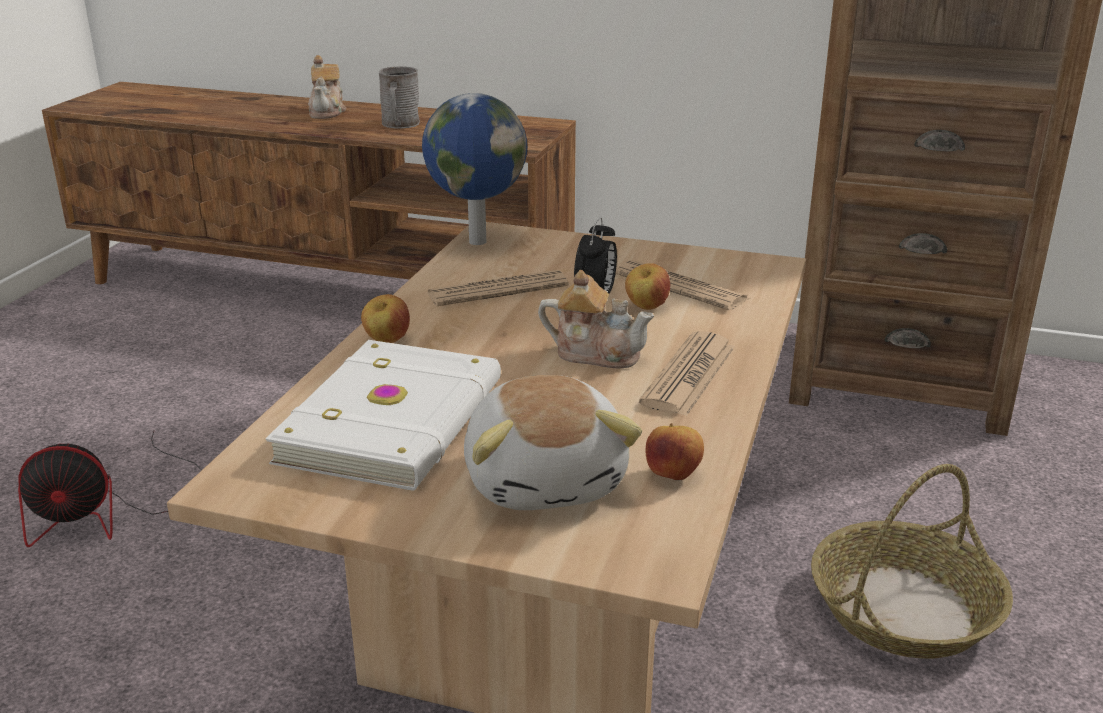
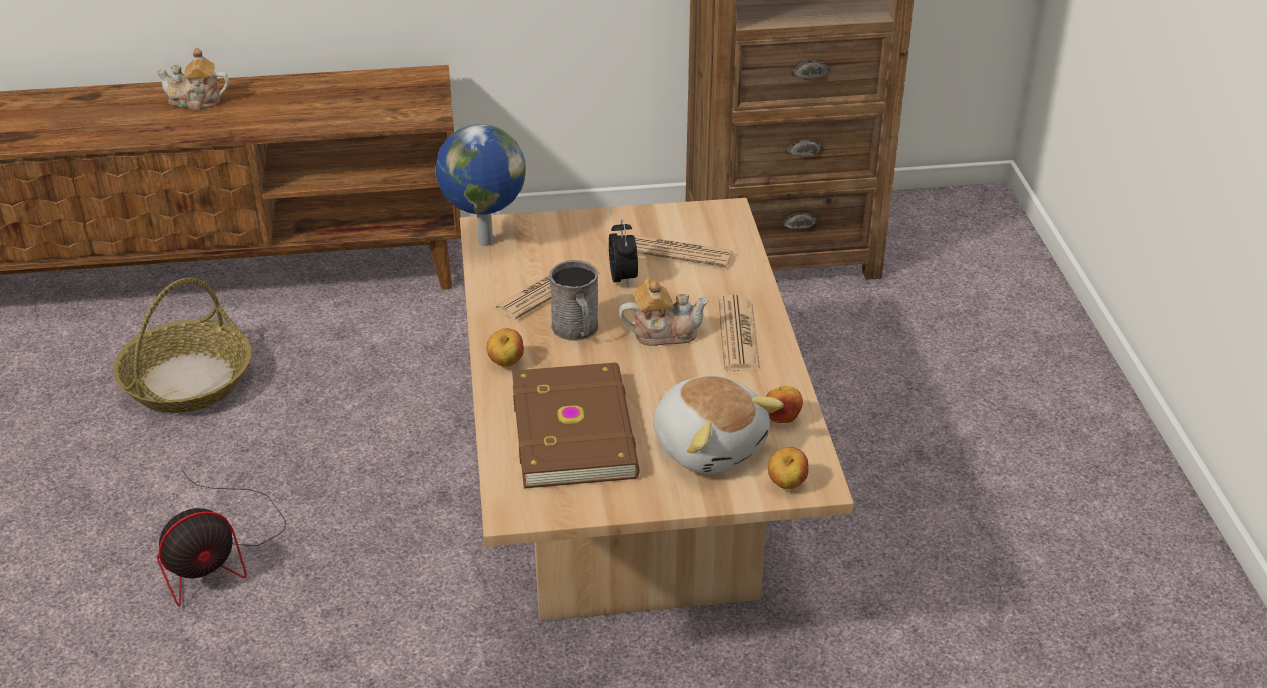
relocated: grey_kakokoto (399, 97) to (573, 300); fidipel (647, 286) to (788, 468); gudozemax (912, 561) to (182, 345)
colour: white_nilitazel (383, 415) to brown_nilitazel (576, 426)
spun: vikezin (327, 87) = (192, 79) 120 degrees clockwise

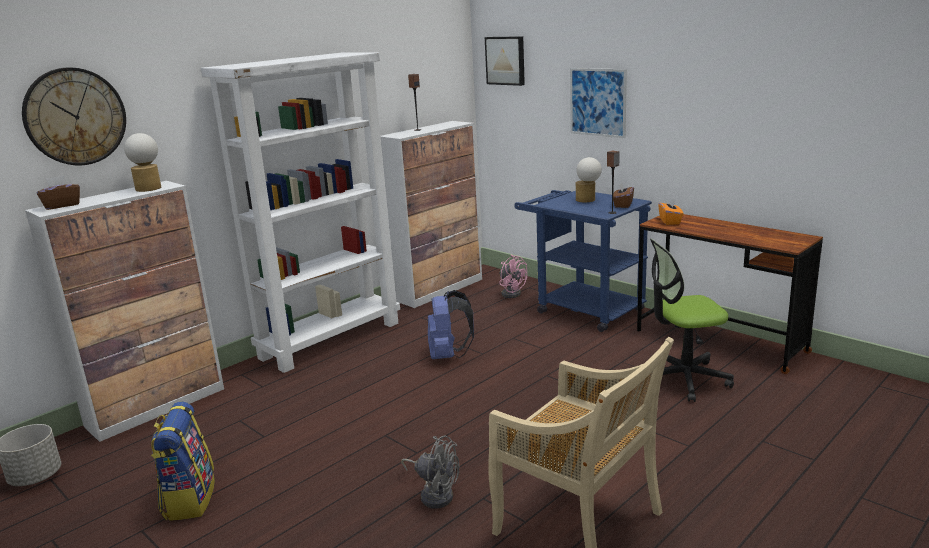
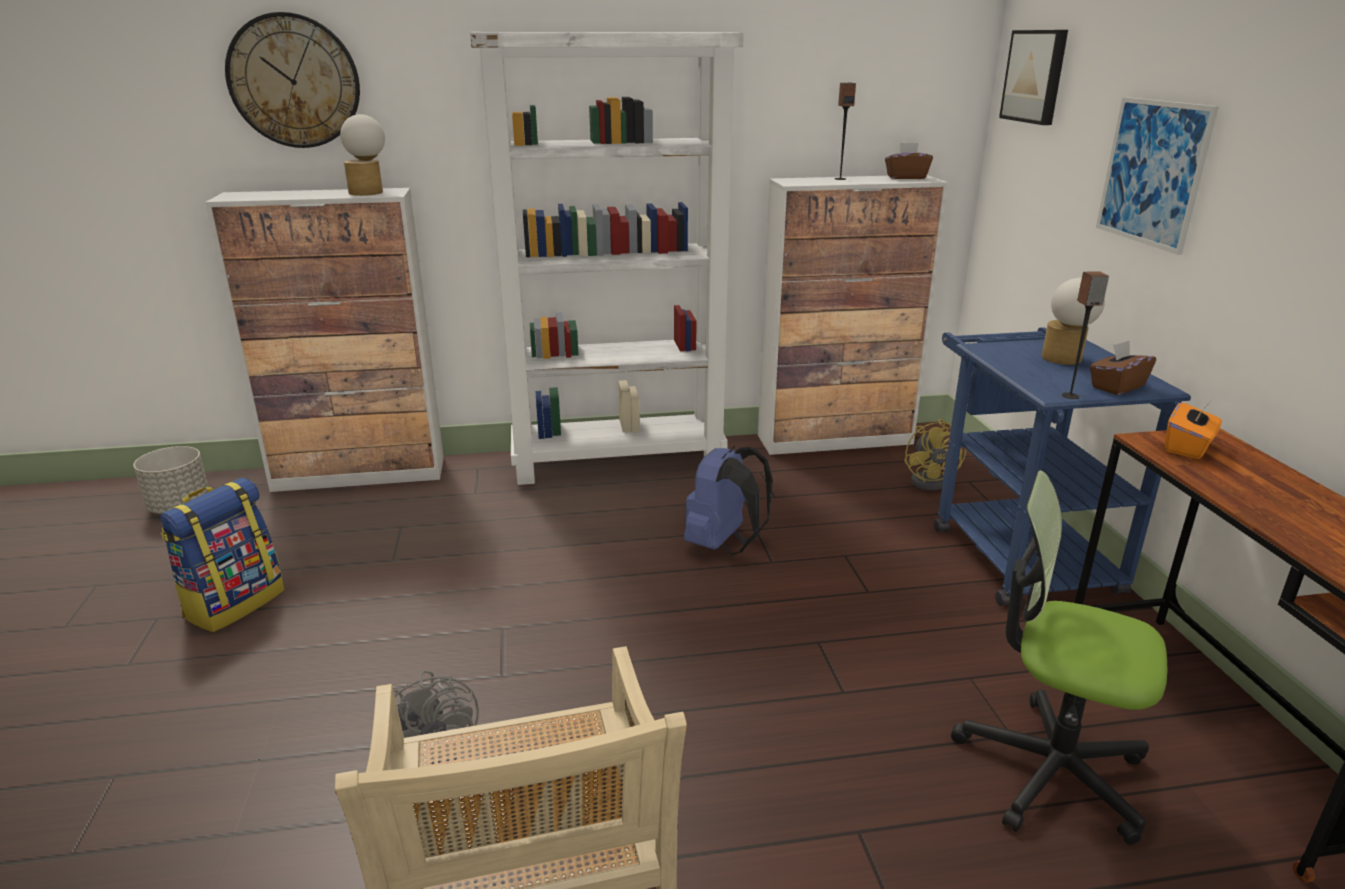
relocated: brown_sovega (58, 193) to (909, 161)
colour: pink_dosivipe (513, 276) to yellow_dosivipe (935, 454)

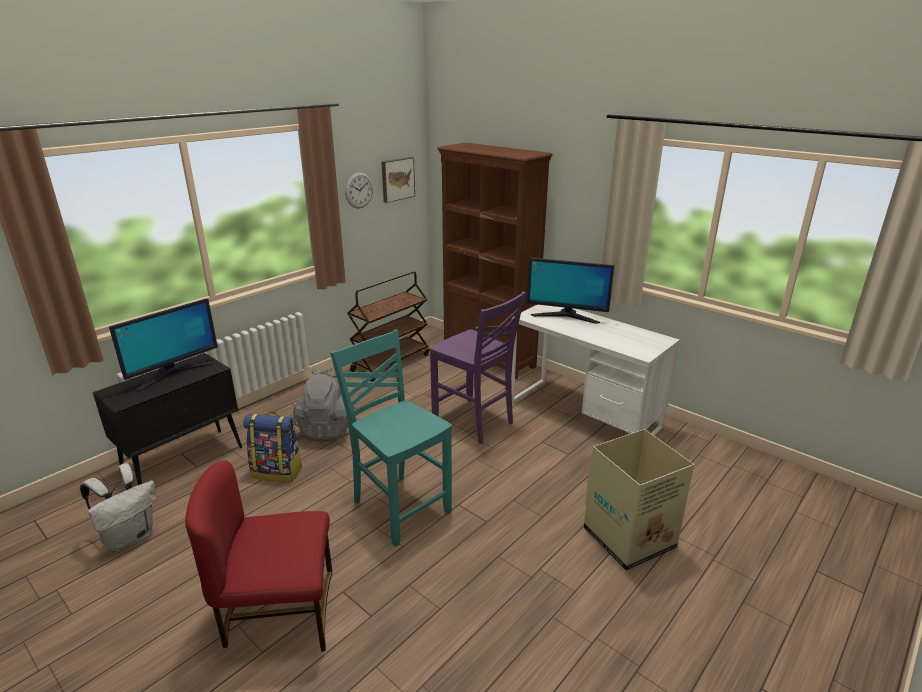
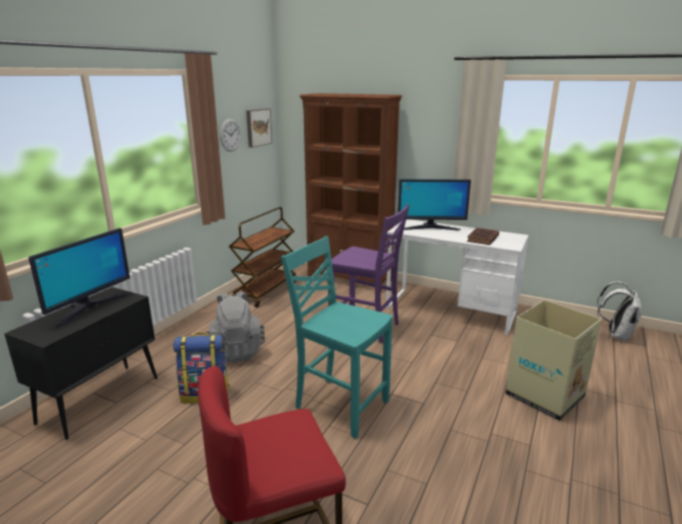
appeared: brown_nilitazel (483, 236)
relocated: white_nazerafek (118, 507) to (619, 311)

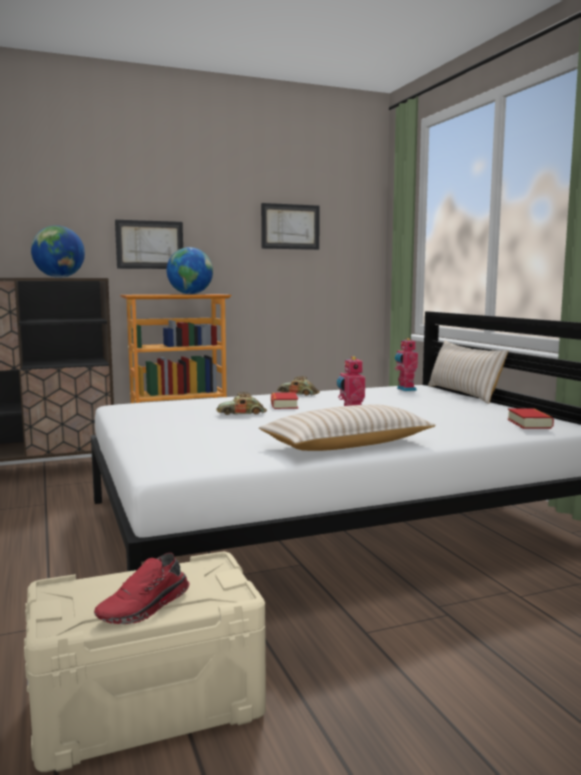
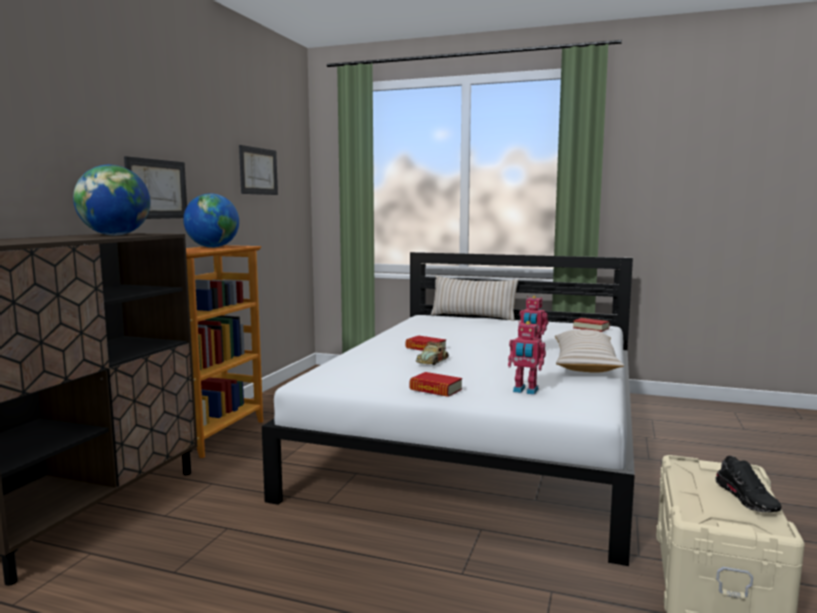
missing: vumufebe (298, 386)
appeared: nilitazel (435, 384)
relocated: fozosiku (406, 364) to (527, 358)
colour: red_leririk (142, 588) to black_leririk (748, 484)

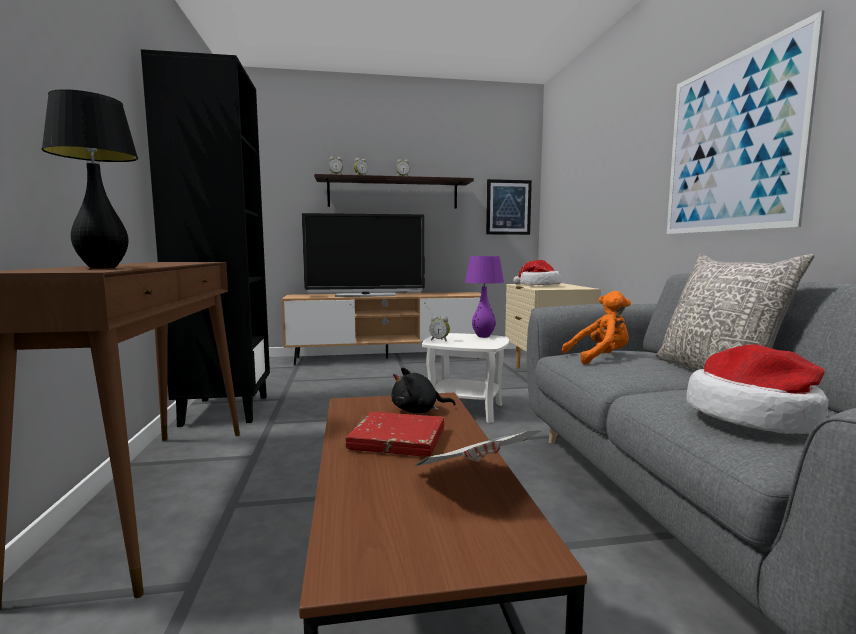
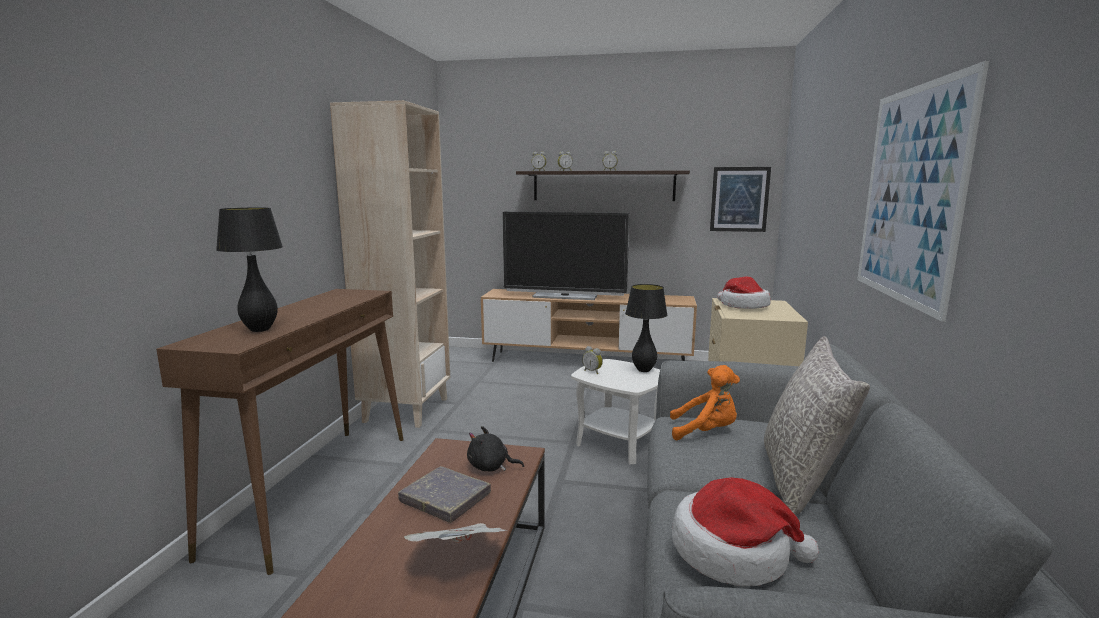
colour: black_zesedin (205, 238) to beige_zesedin (390, 264); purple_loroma (484, 297) to black_loroma (646, 328); red_nilitazel (395, 434) to grey_nilitazel (444, 494)

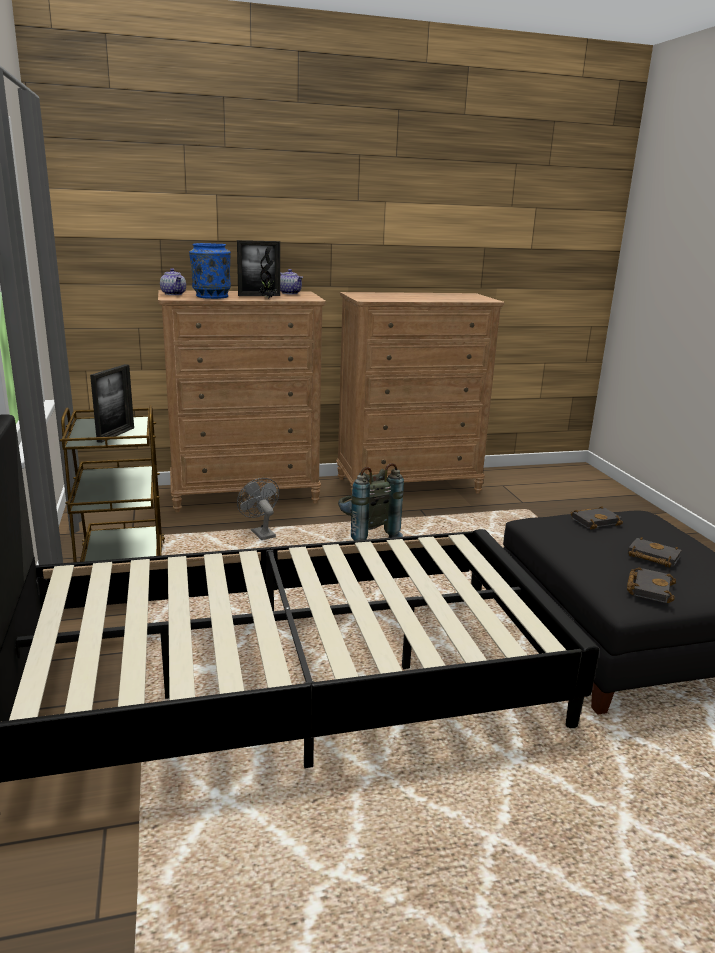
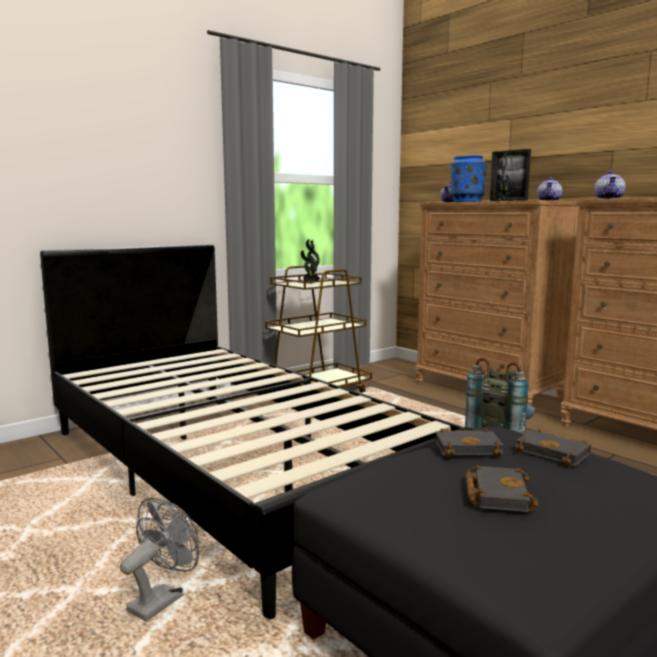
appeared: vikezin (610, 185)
relocated: grey_dosivipe (258, 509) to (159, 559); black_nilitazel (651, 585) to (469, 442)
exchanged: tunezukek (112, 403) to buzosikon (310, 261)

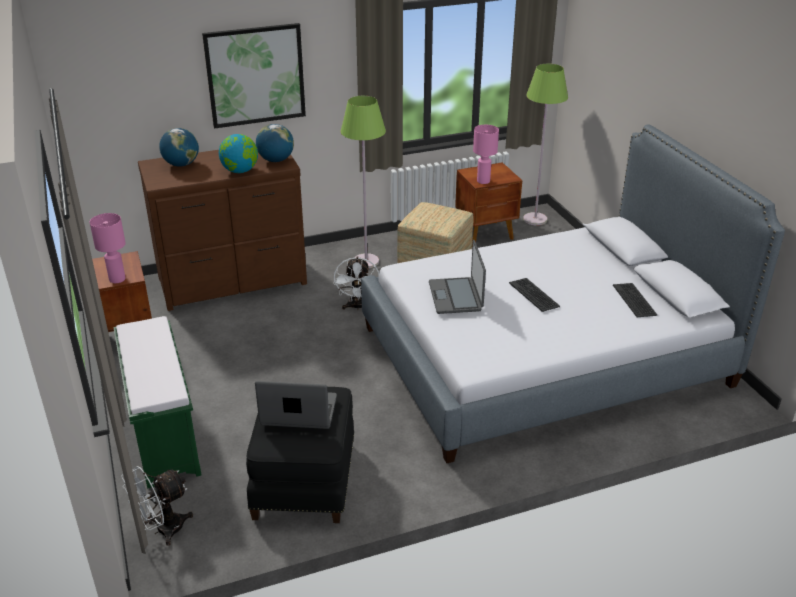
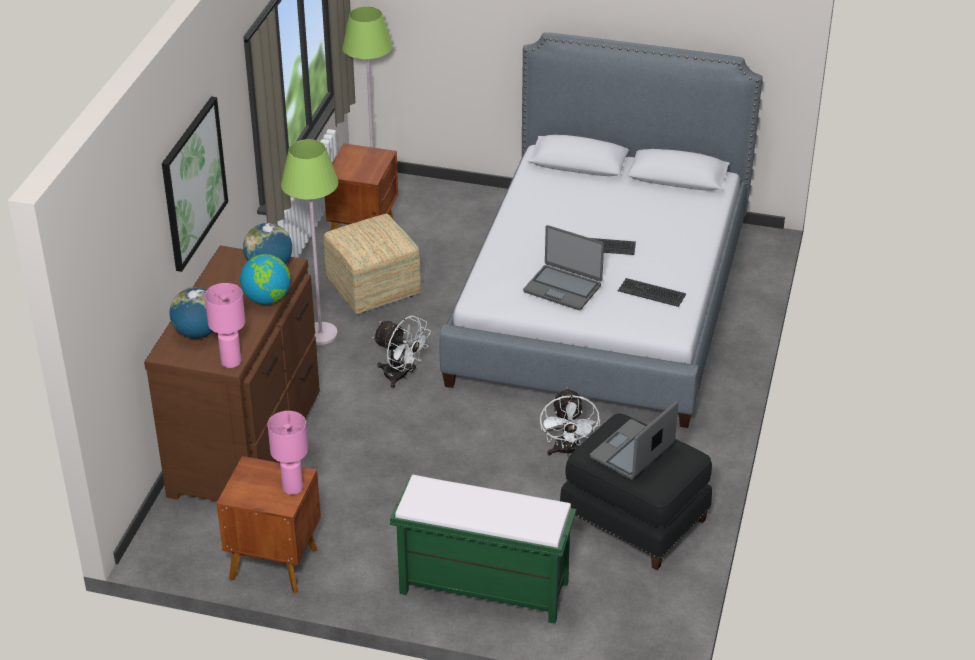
relocated: pink_loroma (486, 154) to (224, 325); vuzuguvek (635, 300) to (652, 292); white_dosivipe (157, 506) to (570, 422)

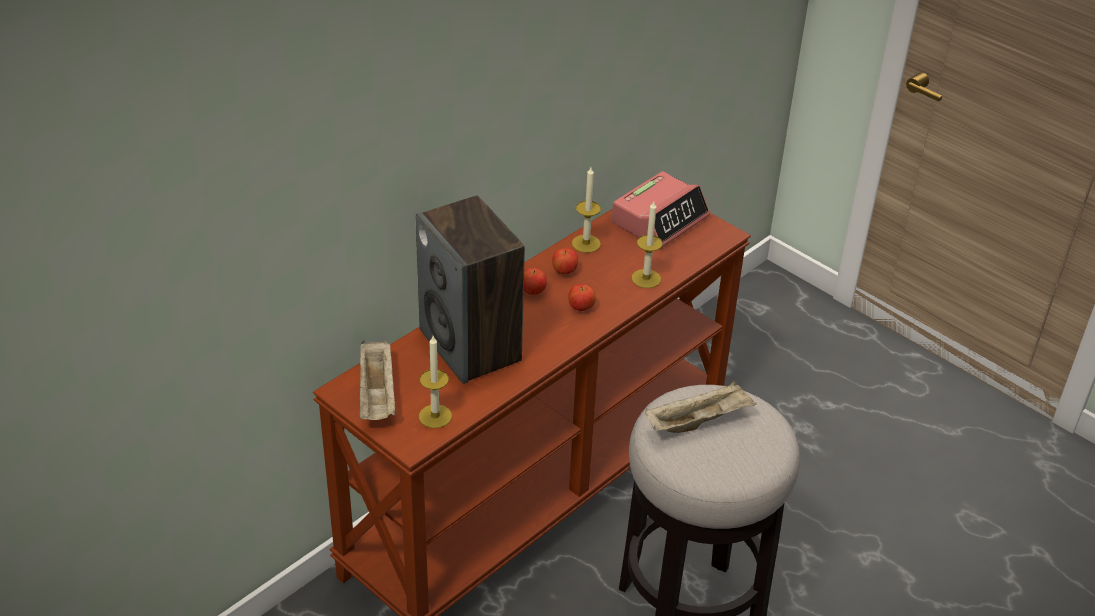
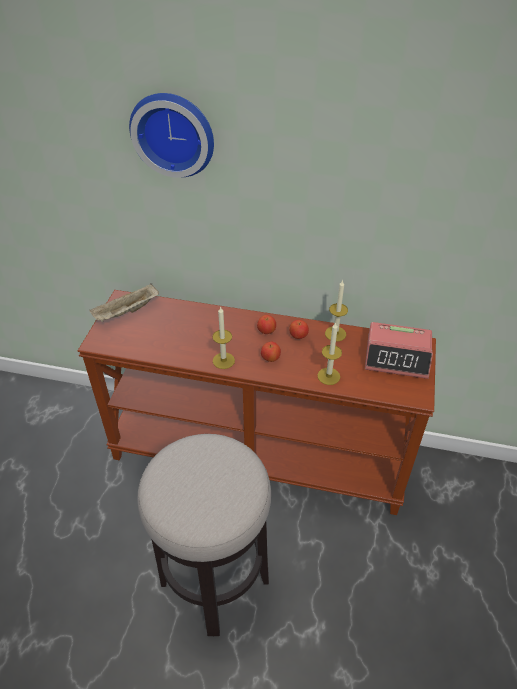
missing: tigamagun (470, 289); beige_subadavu (701, 407)
appeared: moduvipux (171, 135)
relocated: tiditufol (435, 382) to (223, 337)

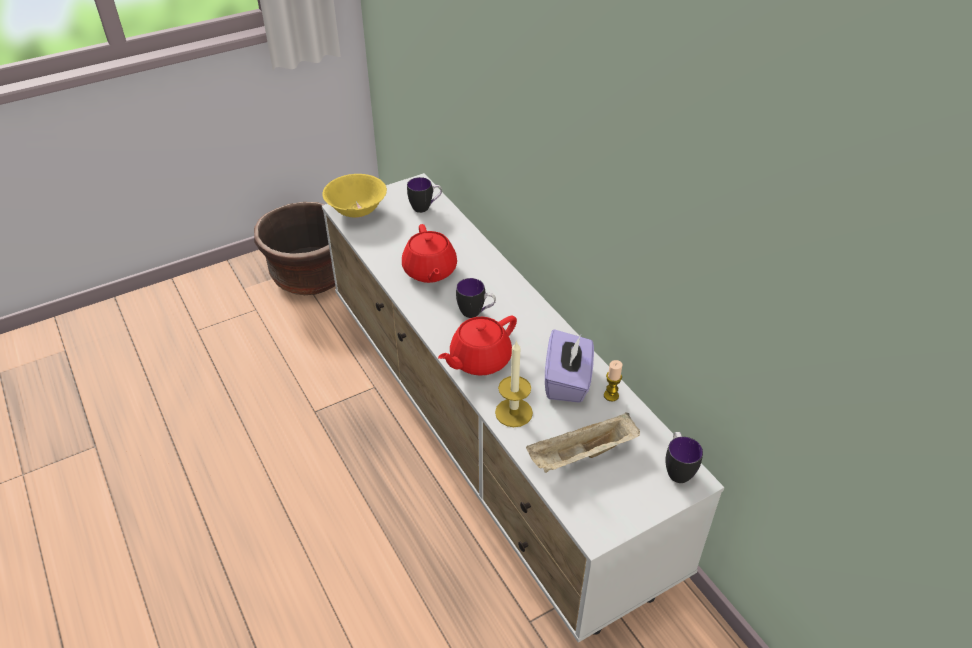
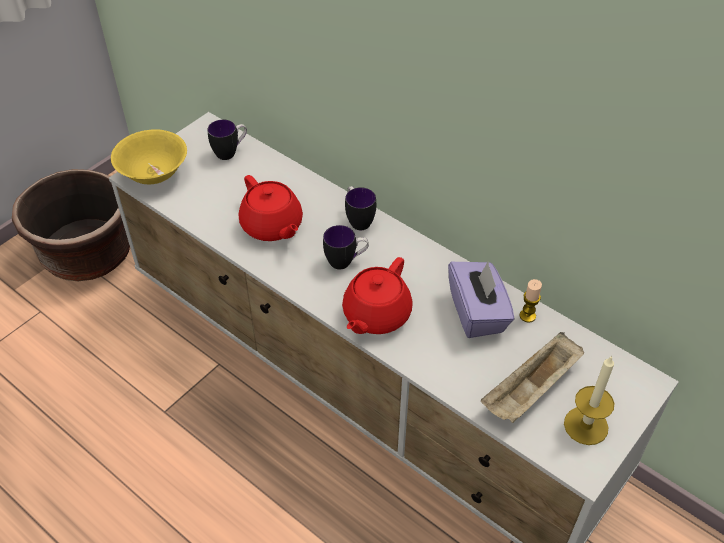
relocated: tiditufol (514, 383) to (589, 400); kakokoto (684, 457) to (360, 208)

